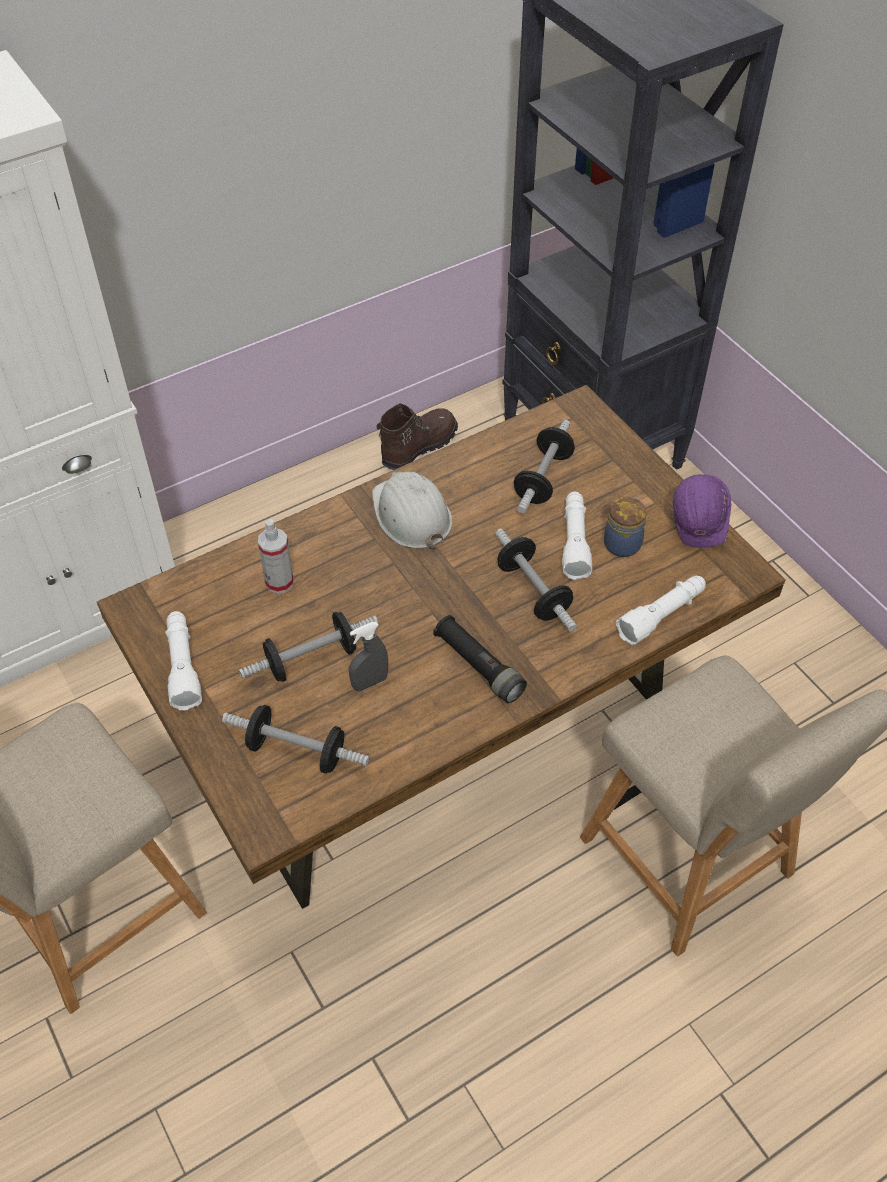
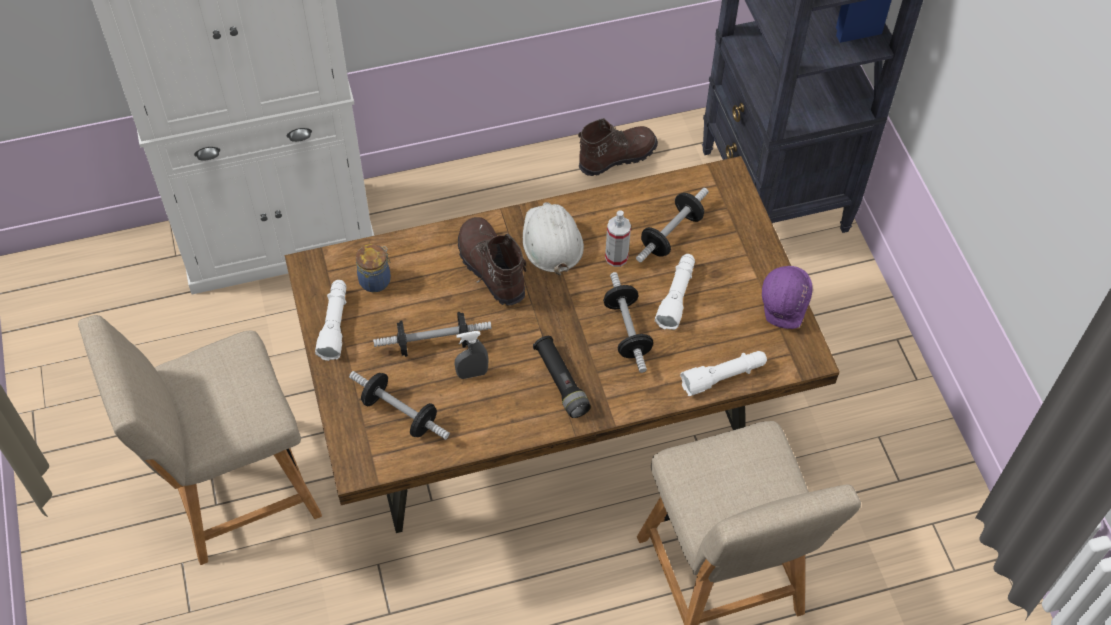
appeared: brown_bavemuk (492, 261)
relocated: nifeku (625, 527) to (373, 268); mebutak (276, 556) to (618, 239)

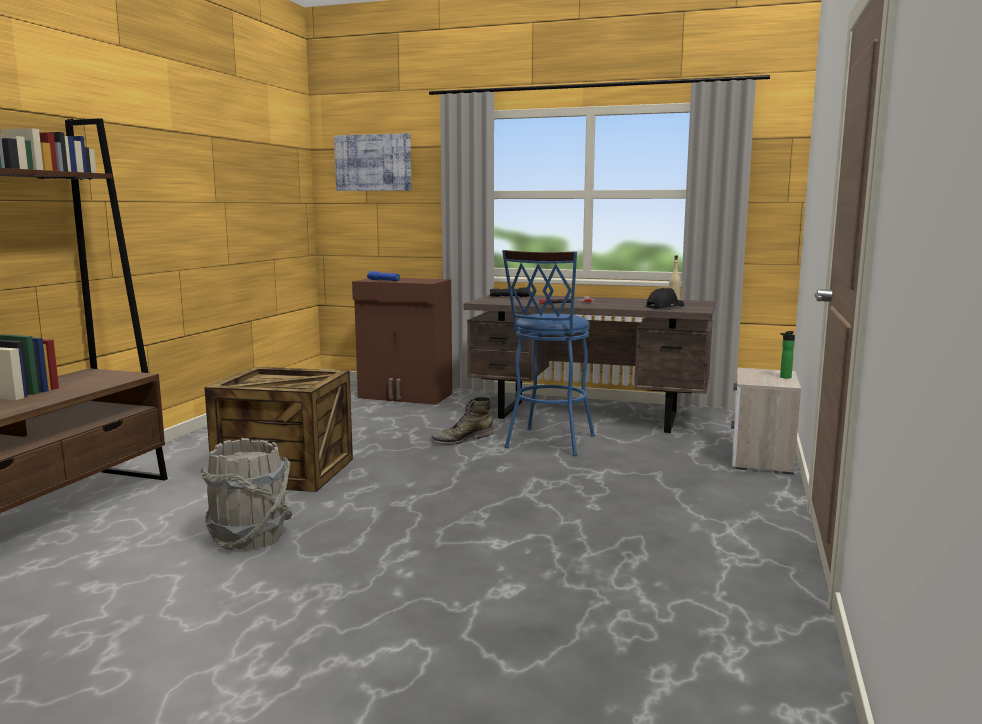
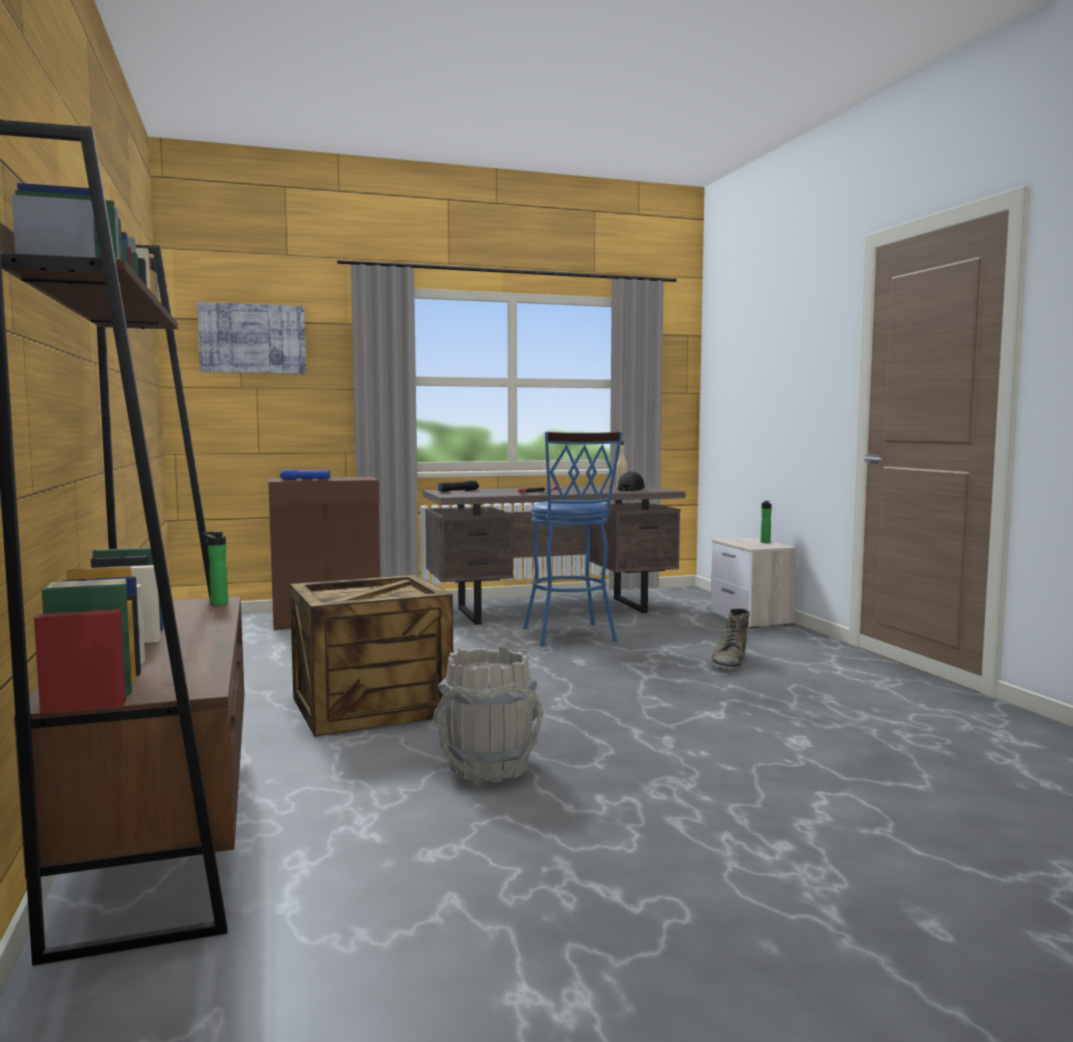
appeared: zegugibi (215, 568)
relocated: green_bavemuk (461, 421) to (730, 639)

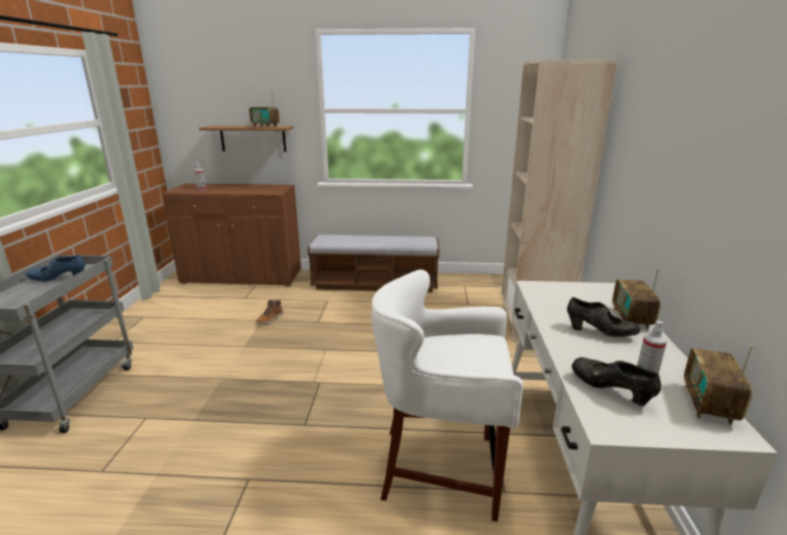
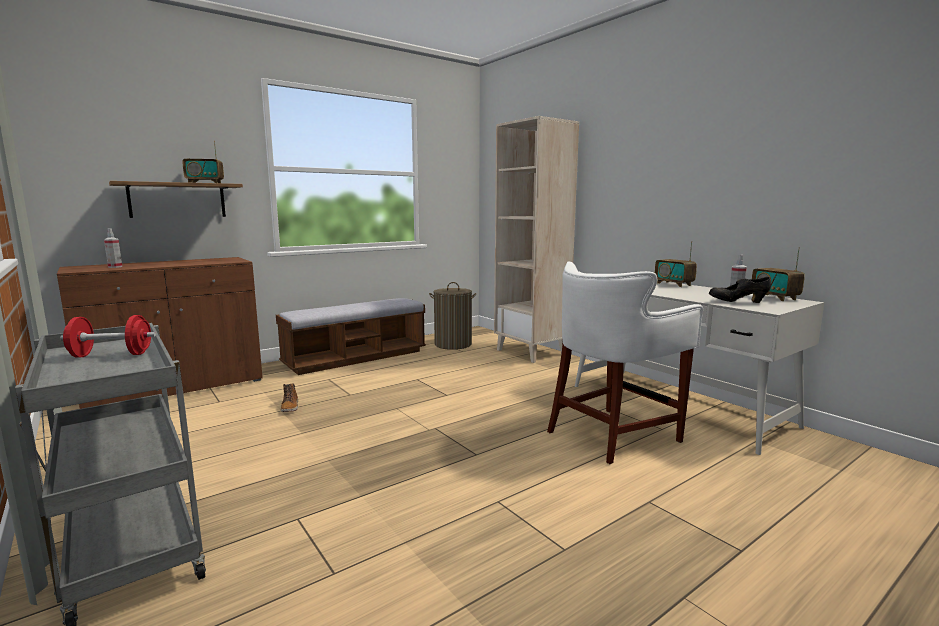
missing: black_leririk (603, 317)
appeared: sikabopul (452, 316)
exchanged: blue_leririk (55, 268) to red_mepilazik (108, 336)

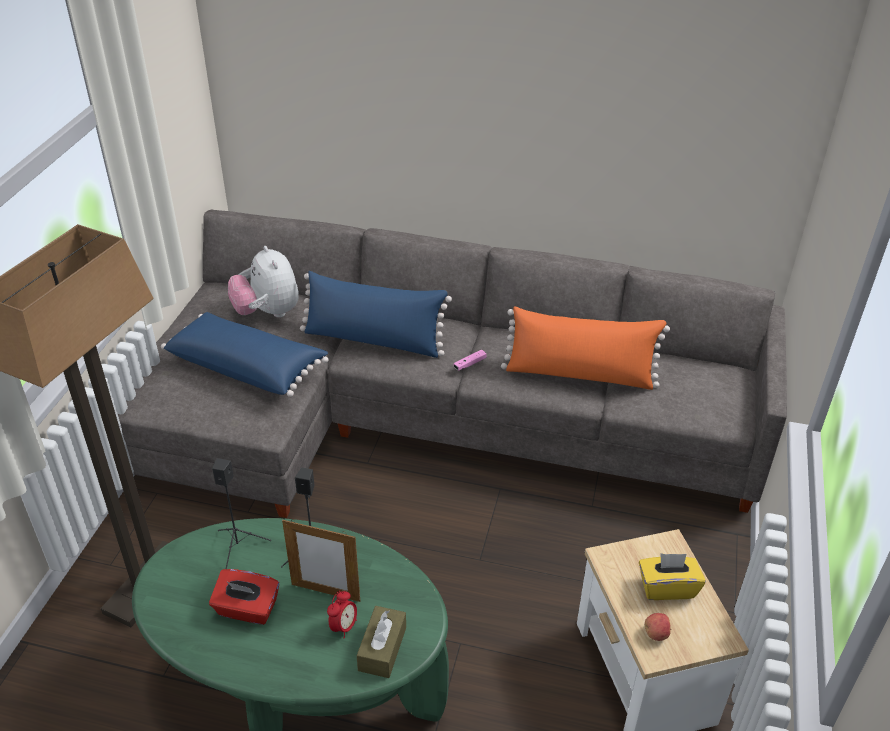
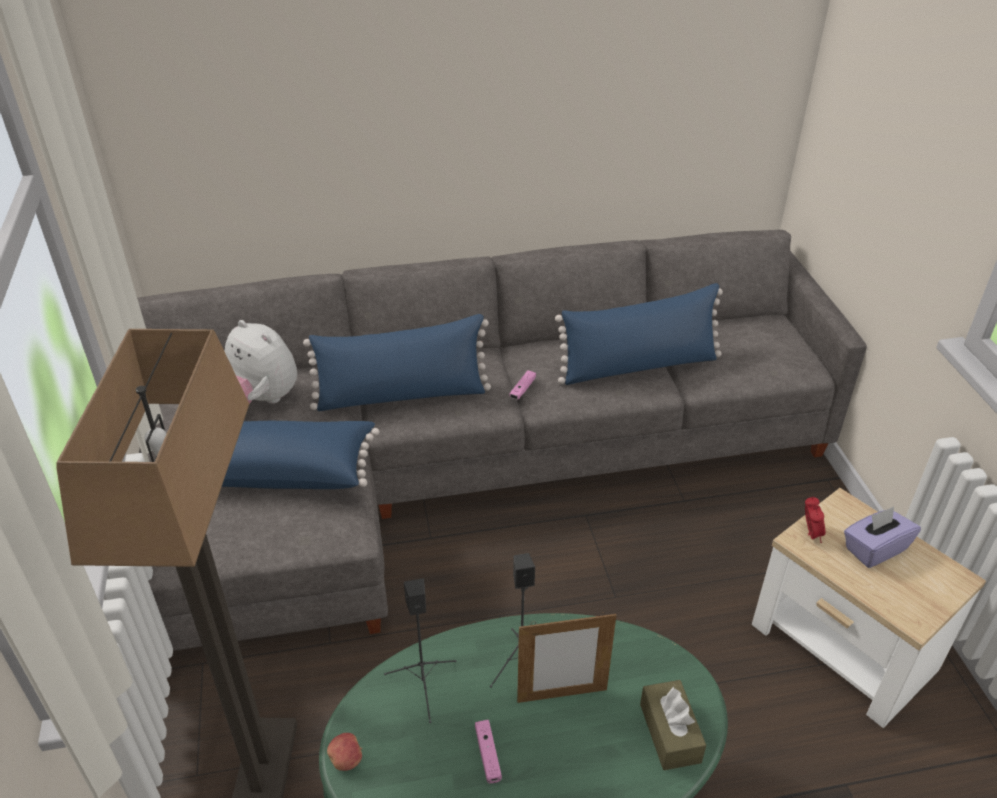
relocated: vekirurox (342, 614) to (815, 520); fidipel (658, 627) to (345, 752)
exchanged: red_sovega (244, 597) to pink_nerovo (488, 751)
colour: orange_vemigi (585, 348) to blue_vemigi (639, 334); yellow_sovega (672, 576) to purple_sovega (882, 537)

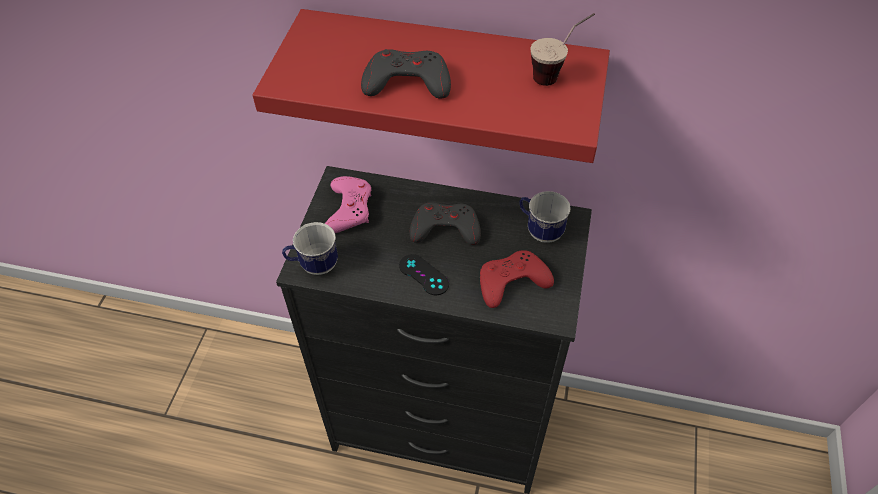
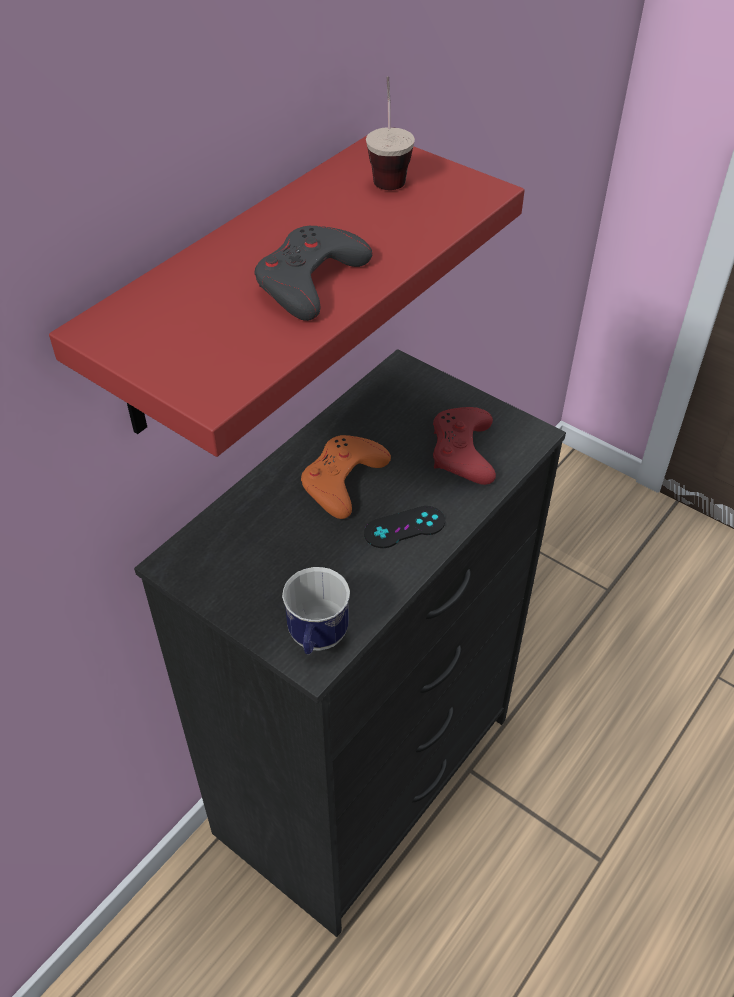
missing: pink_nerovo (348, 204); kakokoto (545, 217)
colour: grey_nerovo (445, 223) to orange_nerovo (346, 477)

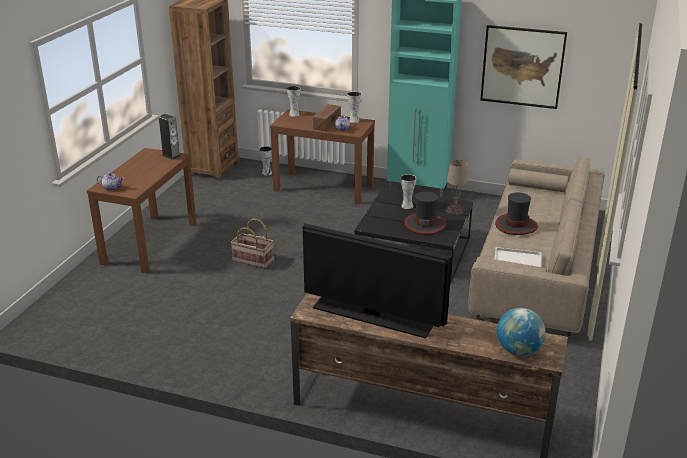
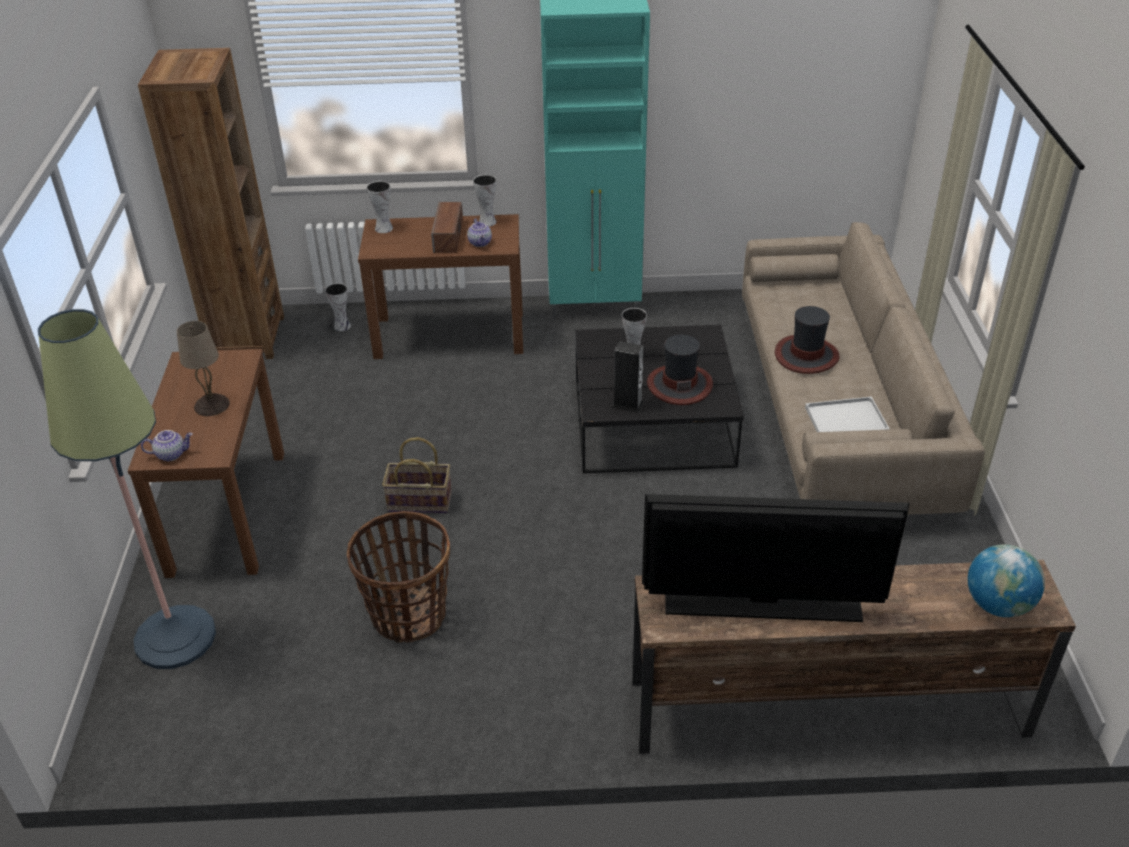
missing: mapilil (523, 67)
appeared: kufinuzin (127, 489); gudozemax (398, 577)
relocated: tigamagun (169, 137) to (628, 377); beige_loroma (456, 187) to (203, 368)

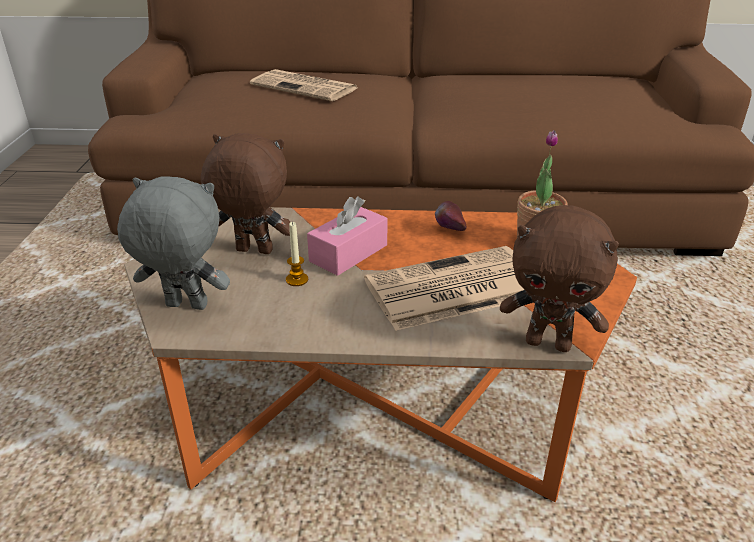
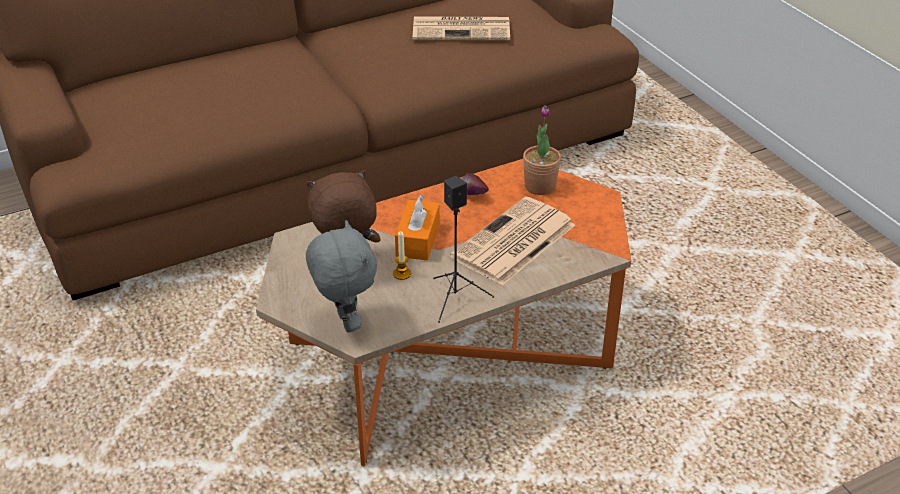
missing: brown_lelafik (559, 278)
appeared: black_tigamagun (463, 249)
relocated: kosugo (303, 85) to (461, 28)
colour: pink_sovega (347, 236) to orange_sovega (417, 227)
spun: grey_lelafik (173, 243) = (341, 276) 90 degrees clockwise

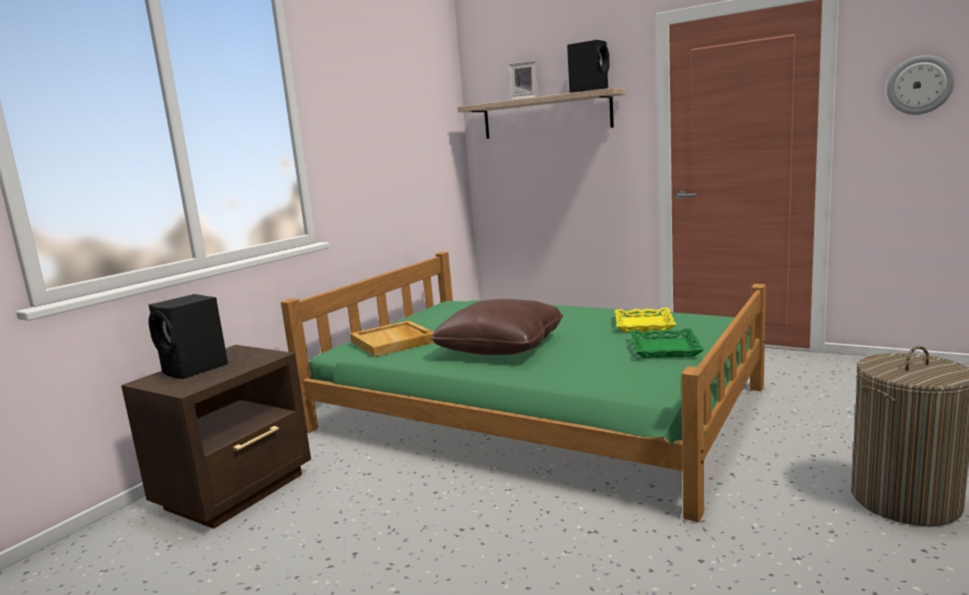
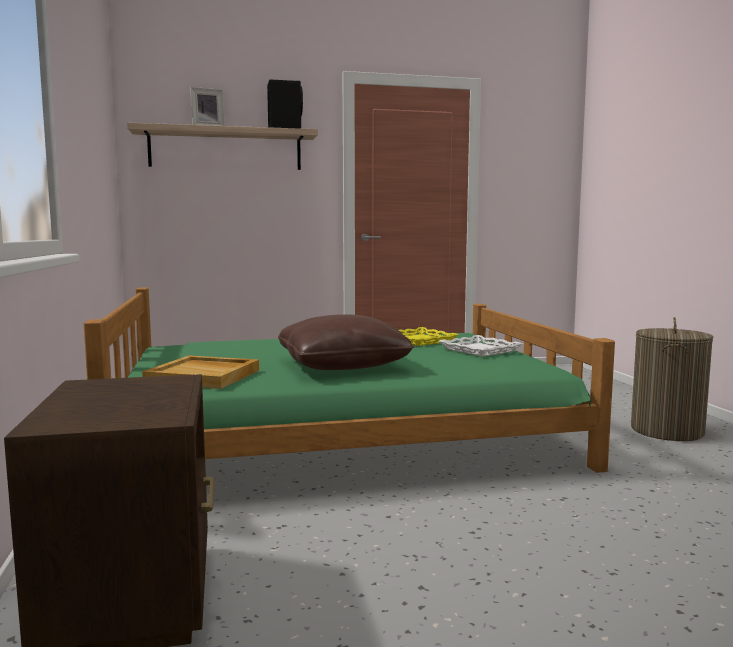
missing: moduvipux (921, 85); black_tigamagun (188, 336)
colour: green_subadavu (667, 343) to white_subadavu (480, 346)

